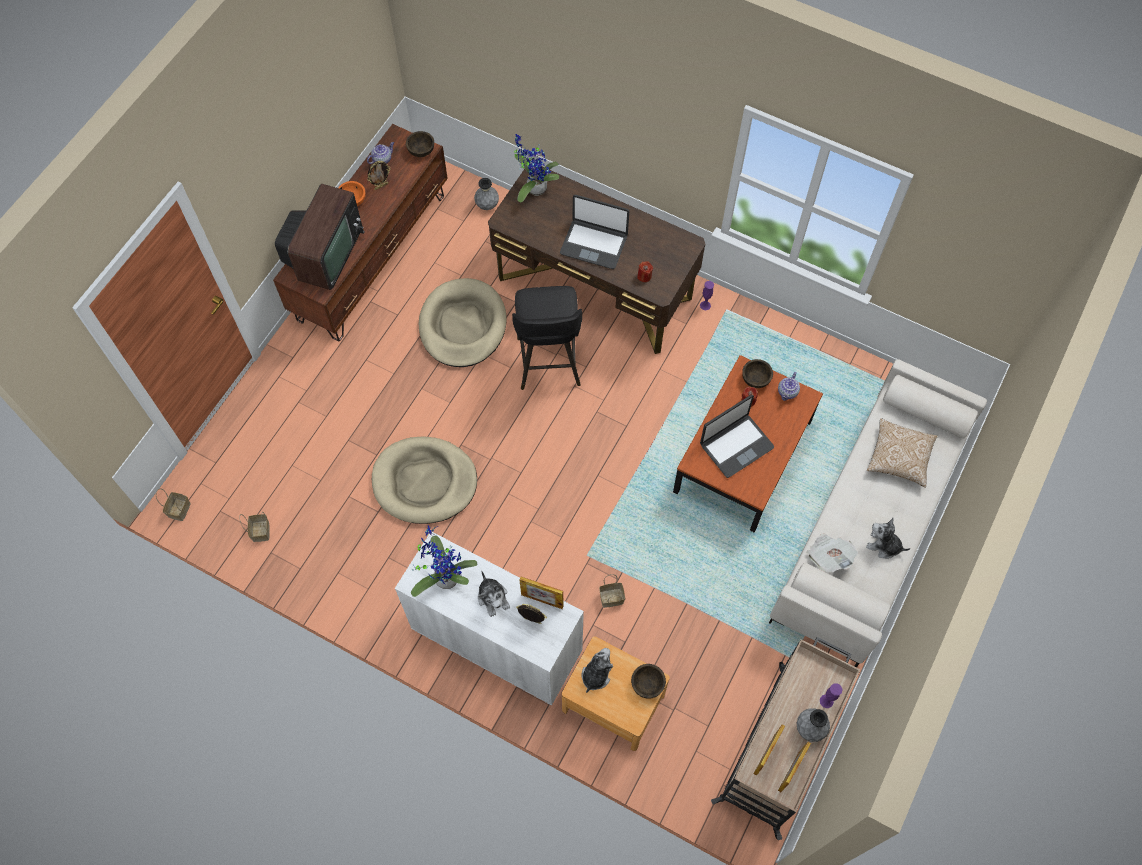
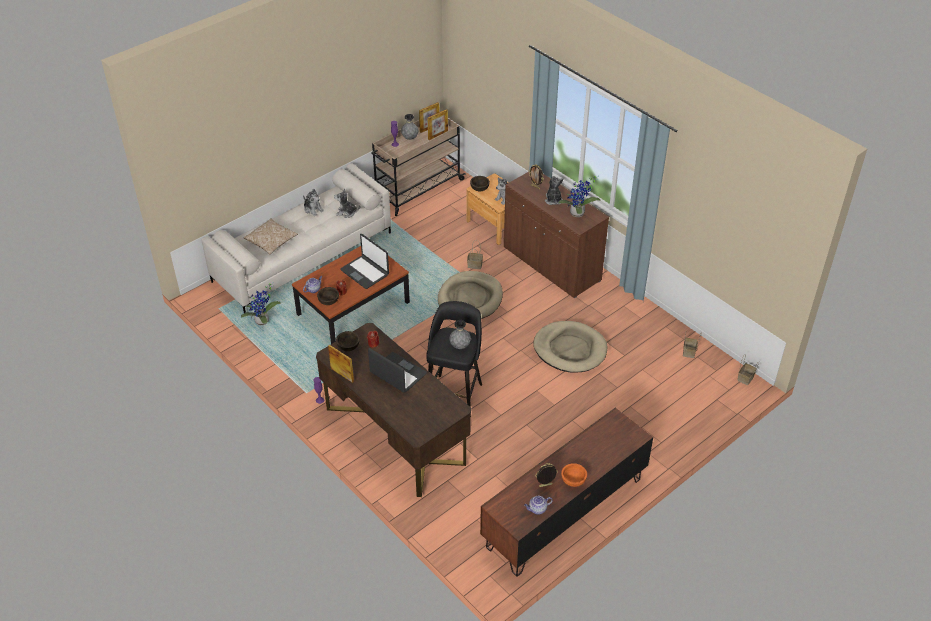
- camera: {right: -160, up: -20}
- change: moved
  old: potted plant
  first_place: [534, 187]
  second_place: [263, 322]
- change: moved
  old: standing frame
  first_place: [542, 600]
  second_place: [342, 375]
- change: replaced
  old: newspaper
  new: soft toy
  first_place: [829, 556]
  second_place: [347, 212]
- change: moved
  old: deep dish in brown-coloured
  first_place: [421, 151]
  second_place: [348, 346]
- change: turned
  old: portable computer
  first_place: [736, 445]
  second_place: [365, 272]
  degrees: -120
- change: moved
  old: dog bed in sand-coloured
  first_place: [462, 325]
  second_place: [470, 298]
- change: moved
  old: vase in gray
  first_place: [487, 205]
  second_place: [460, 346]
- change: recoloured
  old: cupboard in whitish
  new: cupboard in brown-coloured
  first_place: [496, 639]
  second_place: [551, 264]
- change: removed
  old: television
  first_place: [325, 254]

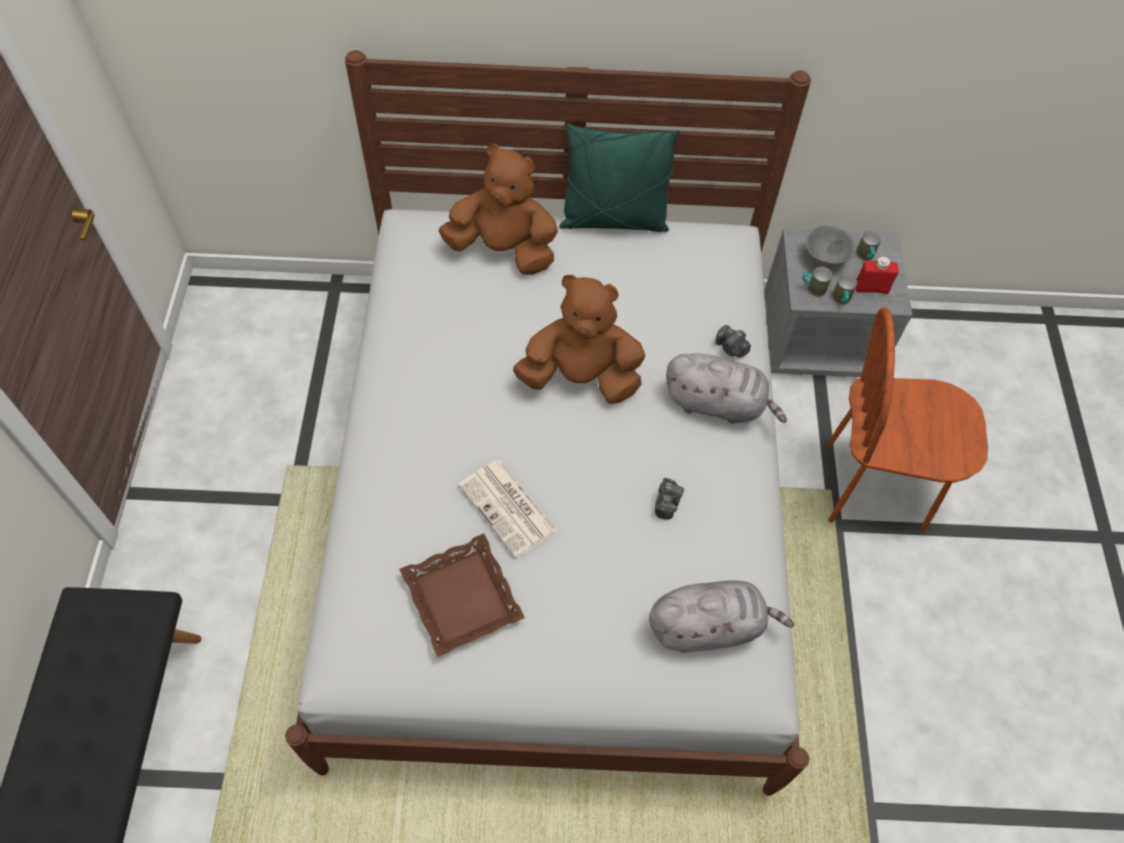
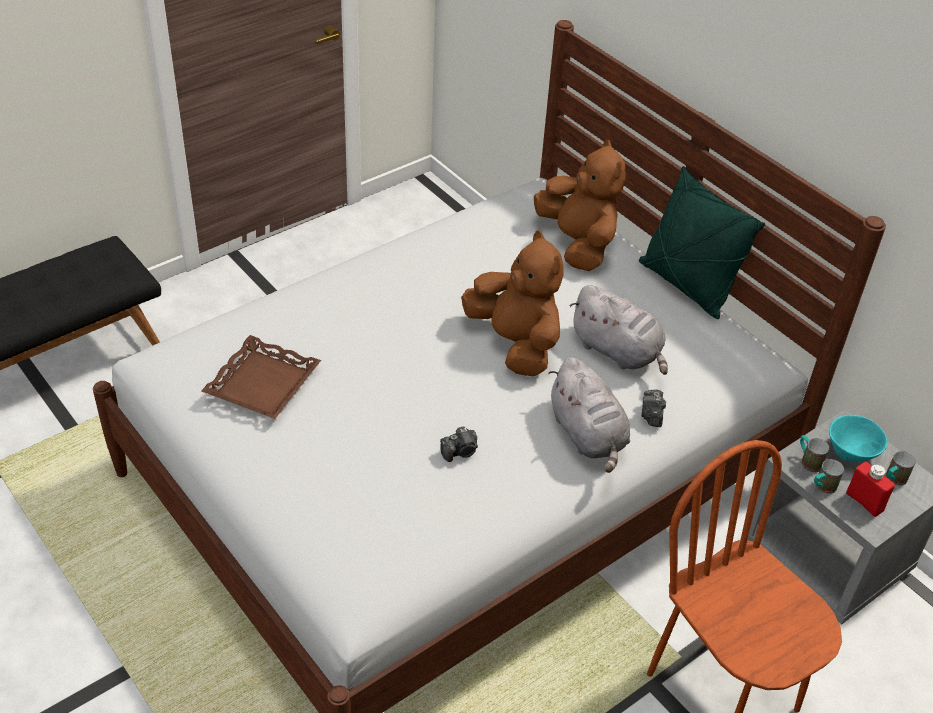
- camera: {right: 50, up: -15}
- change: moved
  old: soft toy in gray
  first_place: [709, 626]
  second_place: [618, 352]
- change: recoloured
  old: deep dish in gray
  new: deep dish in turquoise
  first_place: [826, 260]
  second_place: [852, 454]
- change: removed
  old: newspaper
  first_place: [509, 508]

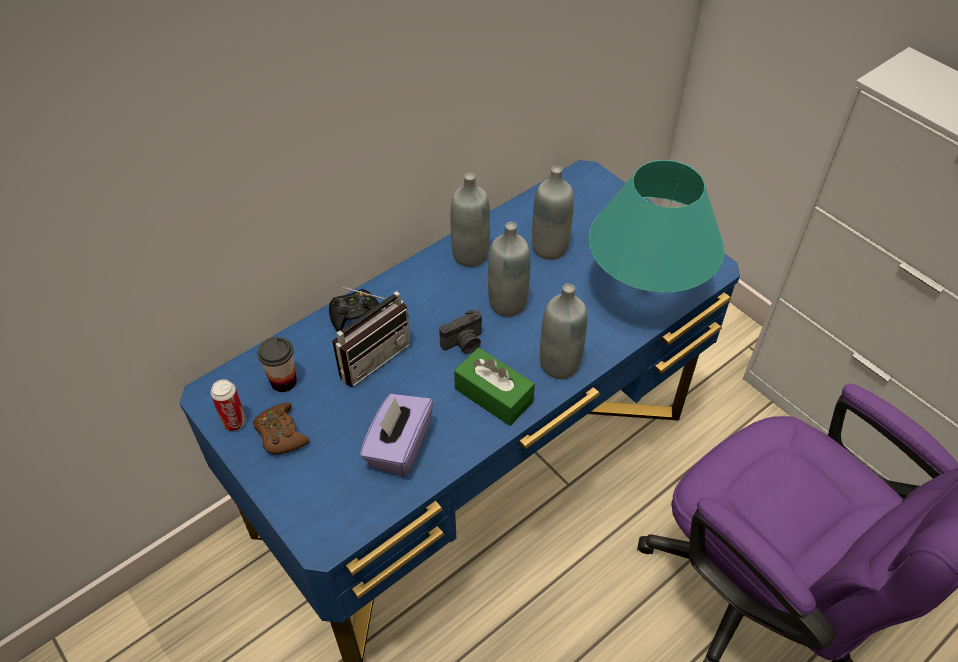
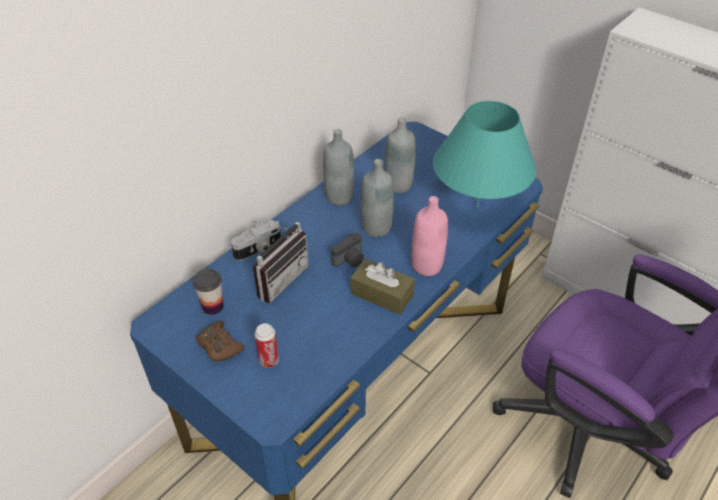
- camera: {right: -10, up: -5}
- change: replaced
  old: game controller in black
  new: still camera
  first_place: [355, 314]
  second_place: [259, 250]
- change: moved
  old: sealed can
  first_place: [234, 422]
  second_place: [269, 360]
- change: recoloured
  old: tissue holder in green
  new: tissue holder in brown-coloured
  first_place: [493, 395]
  second_place: [382, 294]
- change: recoloured
  old: beverage bottle in gray
  new: beverage bottle in pinkish
  first_place: [559, 364]
  second_place: [427, 265]
- change: removed
  old: tissue holder in purplish
  first_place: [399, 447]

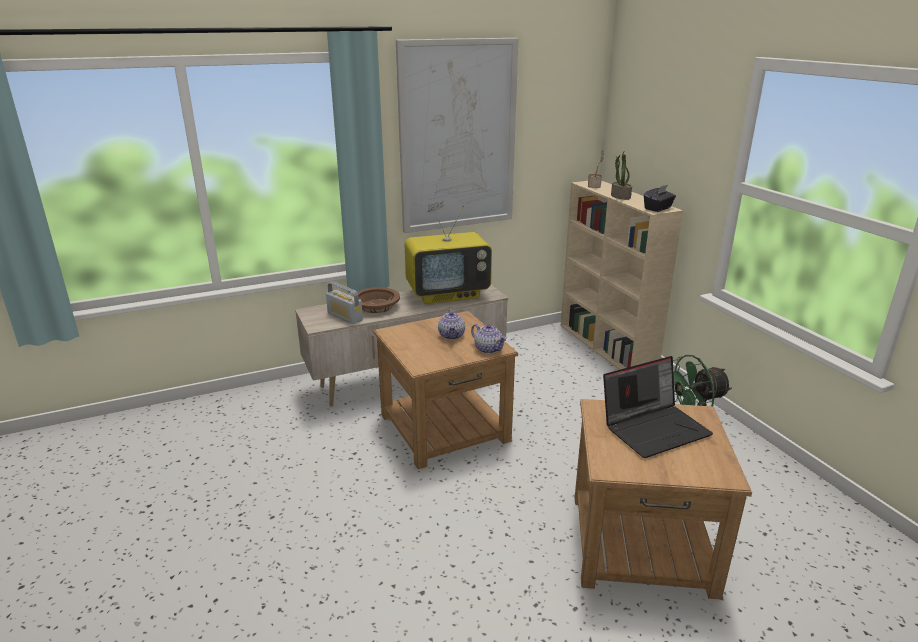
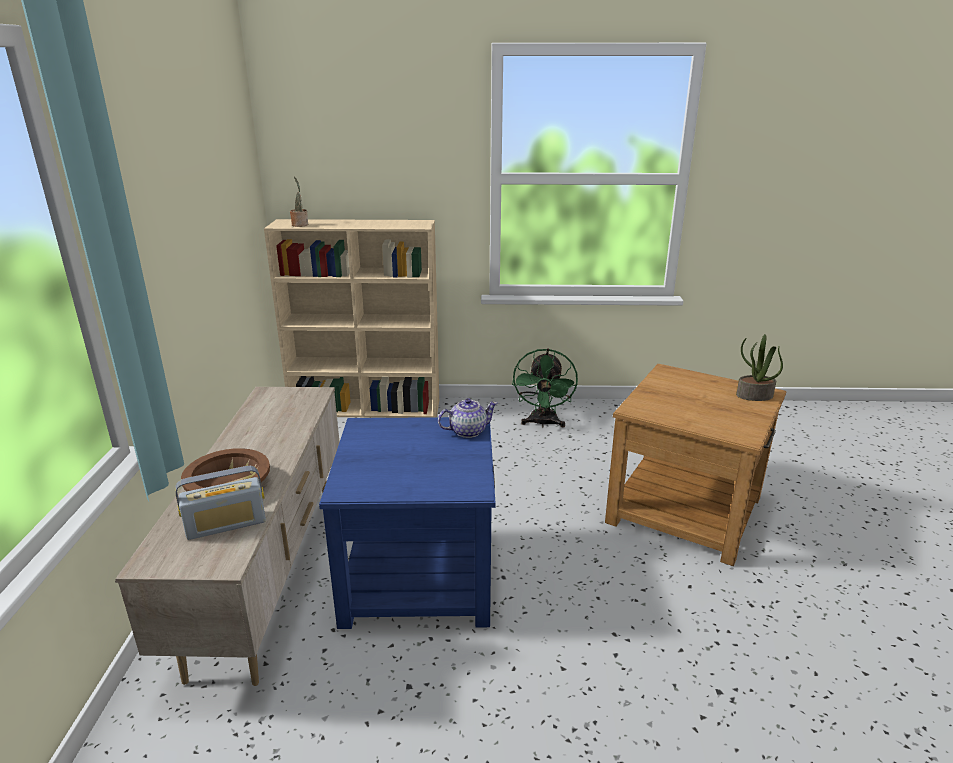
- camera: {right: -65, up: 0}
- change: recoloured
  old: side table in brown-coloured
  new: side table in blue-coloured
  first_place: [444, 428]
  second_place: [419, 575]
- change: moved
  old: potted plant
  first_place: [620, 196]
  second_place: [754, 396]
- change: removed
  old: wall art
  first_place: [457, 137]
- change: removed
  old: television
  first_place: [448, 294]
- change: removed
  old: pot for tea
  first_place: [451, 335]
- change: removed
  old: portable computer
  first_place: [654, 428]
- change: removed
  old: tissue holder in black
  first_place: [658, 208]

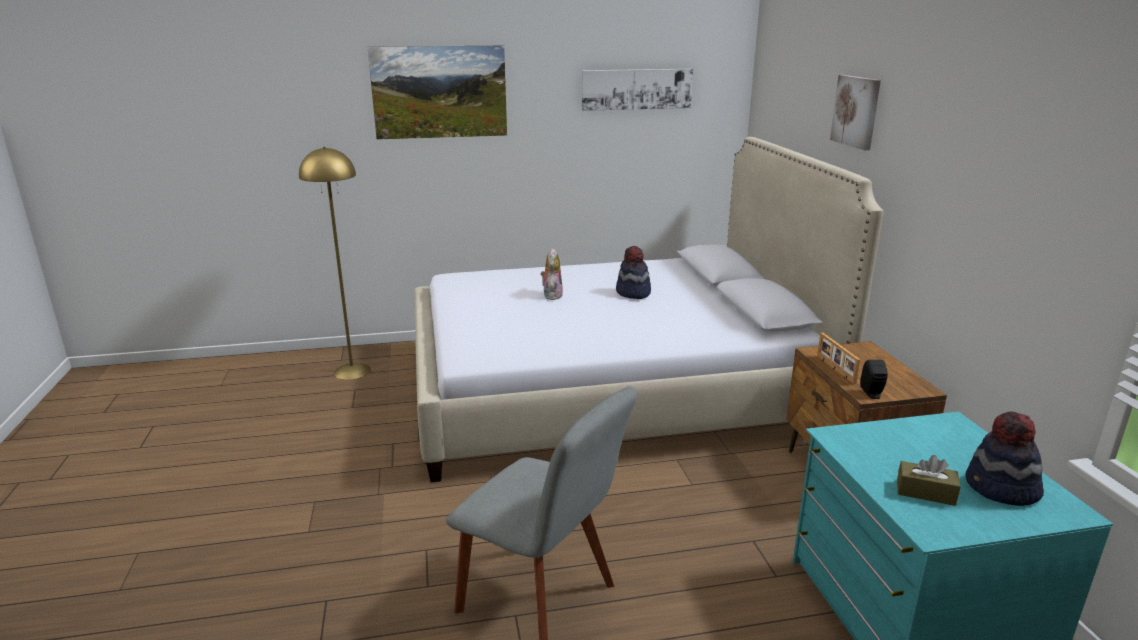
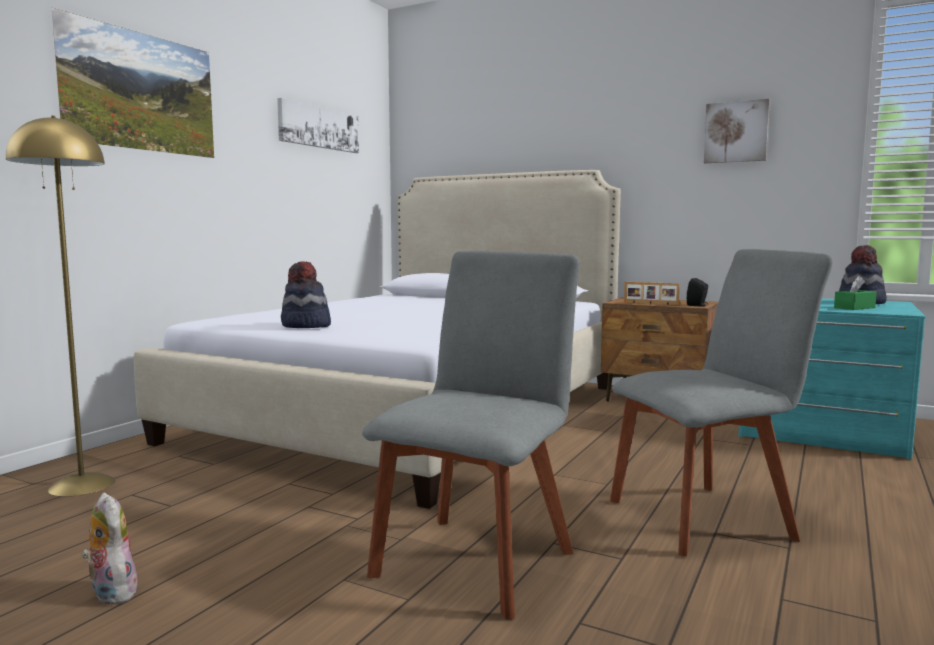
- camera: {right: -50, up: -15}
- change: moved
  old: soft toy
  first_place: [551, 295]
  second_place: [110, 593]
- change: moved
  old: hat
  first_place: [633, 293]
  second_place: [305, 326]
- change: added
  new: upright chair in gray
  second_place: [477, 559]
- change: moved
  old: wall art
  first_place: [856, 111]
  second_place: [736, 132]
- change: recoloured
  old: tissue holder in brown-coloured
  new: tissue holder in green
  first_place: [925, 492]
  second_place: [854, 308]

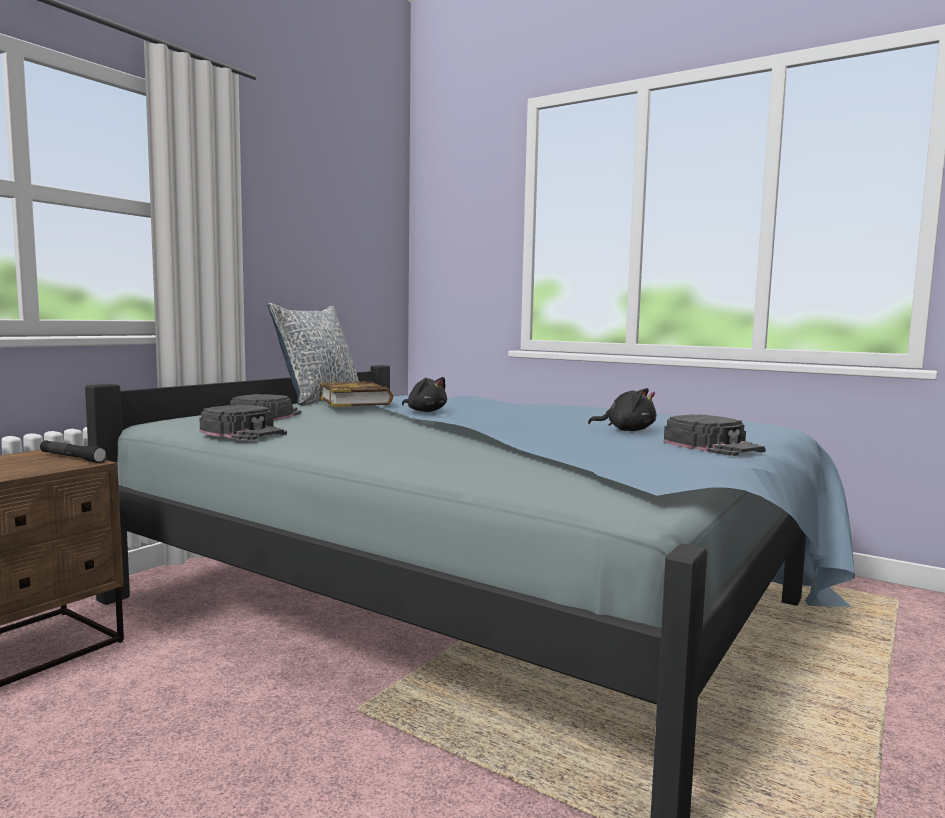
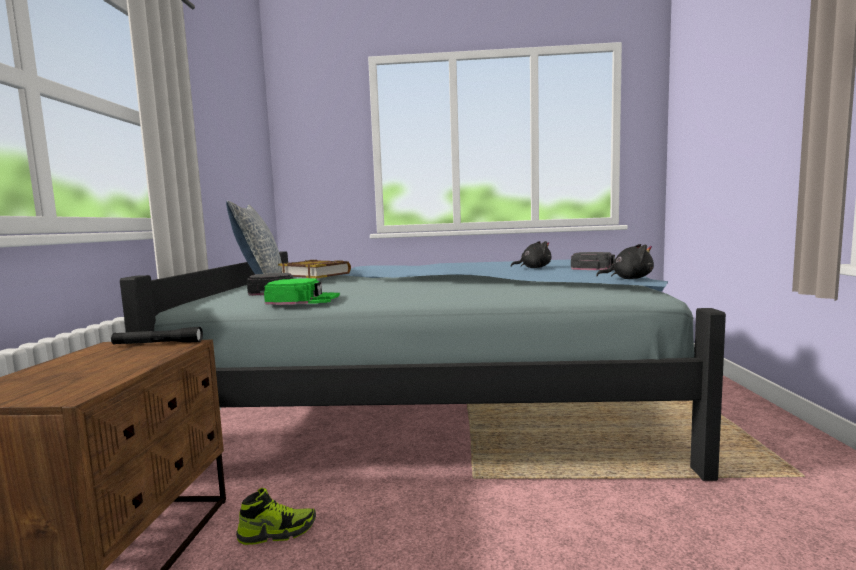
- camera: {right: -30, up: 0}
- change: added
  new: item of footwear
  second_place: [277, 532]
- change: recoloured
  old: peaked cap in black
  new: peaked cap in green
  first_place: [244, 432]
  second_place: [303, 300]
- change: moved
  old: soft toy in black
  first_place: [425, 411]
  second_place: [628, 278]

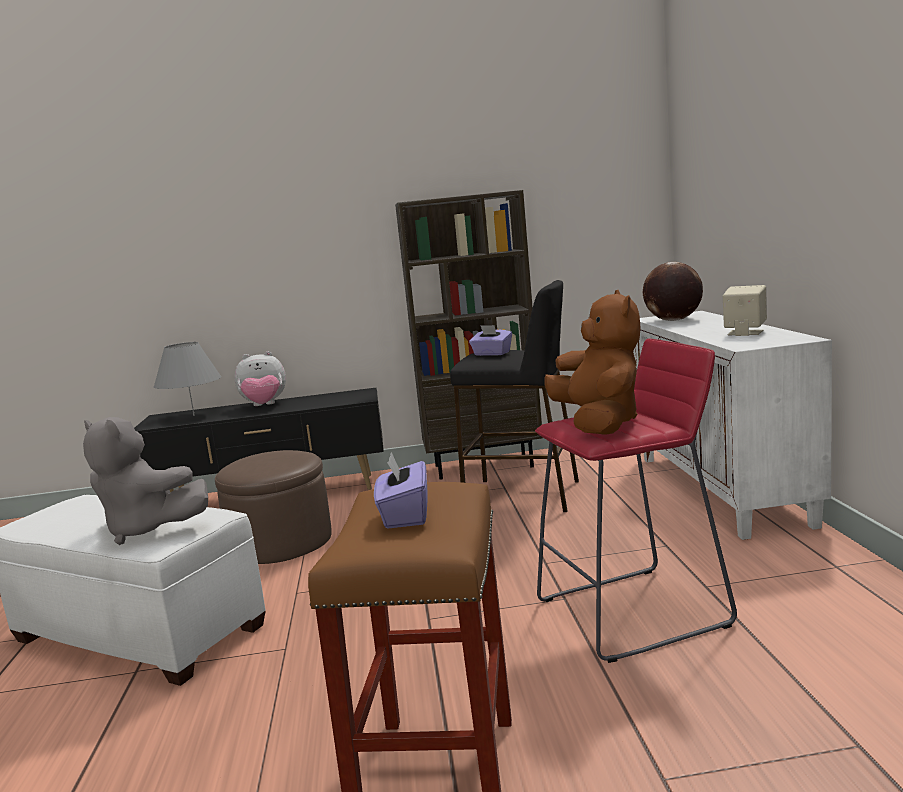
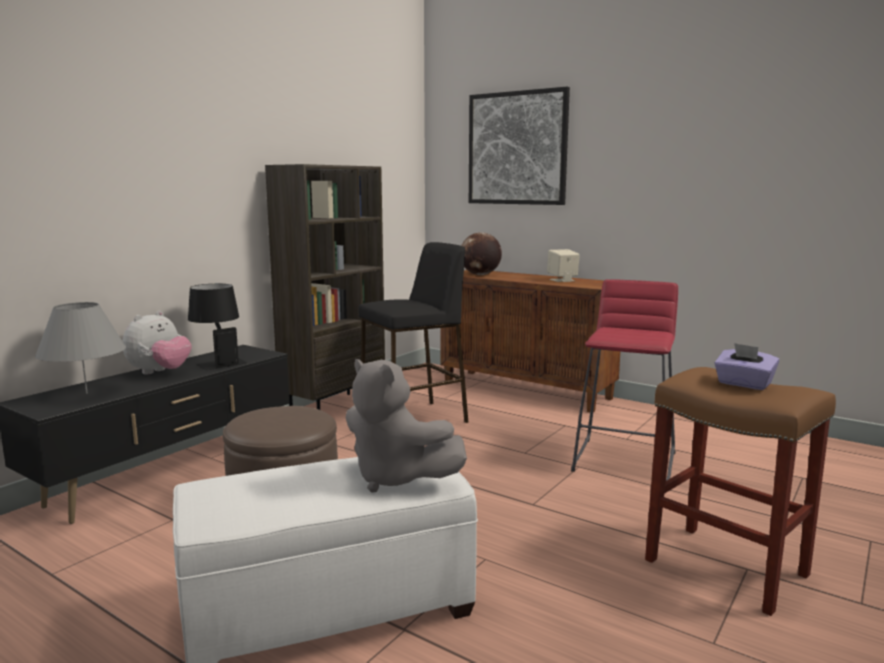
- camera: {right: -50, up: 0}
- change: added
  new: lamp for a table in black
  second_place: [218, 361]
- change: turned
  old: soft toy in gray
  first_place: [148, 530]
  second_place: [396, 478]
  degrees: 60
- change: recoloured
  old: cupboard in whitish
  new: cupboard in brown-coloured
  first_place: [722, 489]
  second_place: [527, 390]
- change: added
  new: wall art
  second_place: [517, 148]
- change: removed
  old: tissue holder in purplish
  first_place: [491, 354]
- change: removed
  old: soft toy in brown-coloured
  first_place: [599, 423]

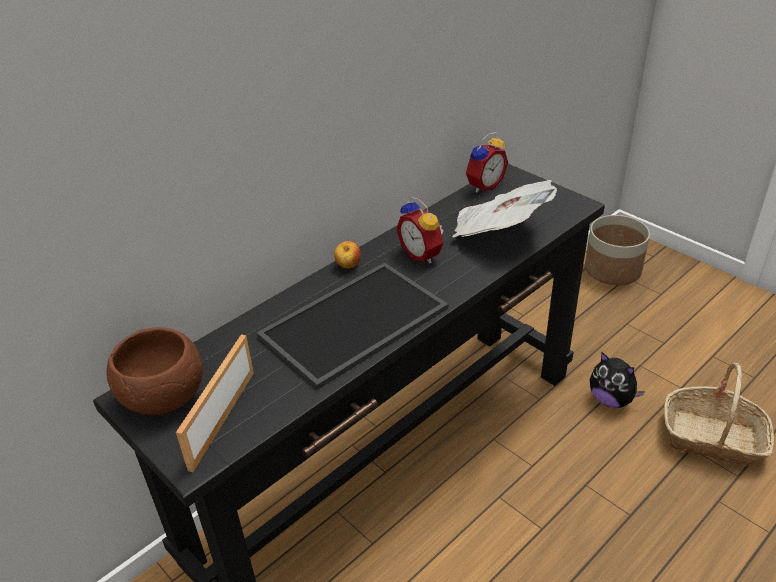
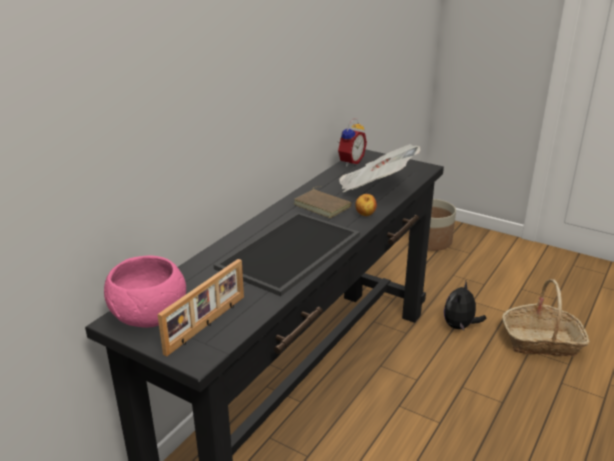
- camera: {right: -15, up: -10}
- change: recoloured
  old: deep dish in brown-coloured
  new: deep dish in pinkish
  first_place: [163, 395]
  second_place: [149, 315]
- change: turned
  old: standing frame
  first_place: [220, 418]
  second_place: [207, 324]
  degrees: -150
- change: replaced
  old: alarm clock
  new: volume in brown-coloured
  first_place: [422, 254]
  second_place: [323, 205]
- change: moved
  old: apple fruit
  first_place: [348, 266]
  second_place: [365, 215]
- change: turned
  old: soft toy
  first_place: [611, 399]
  second_place: [460, 326]
  degrees: 90

